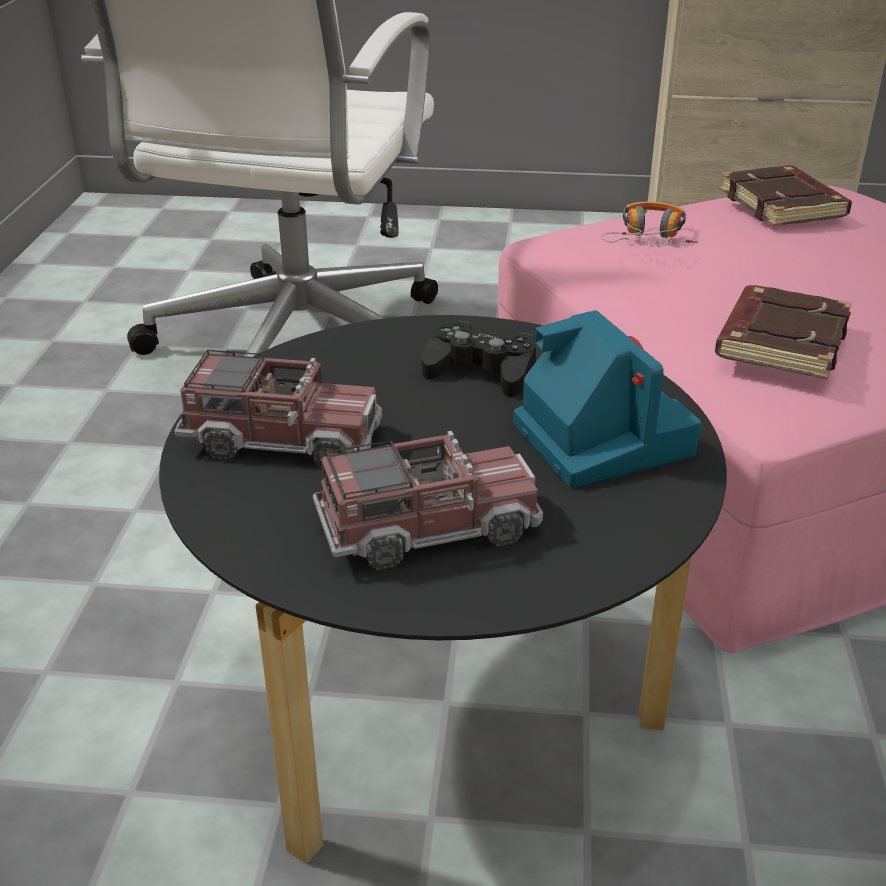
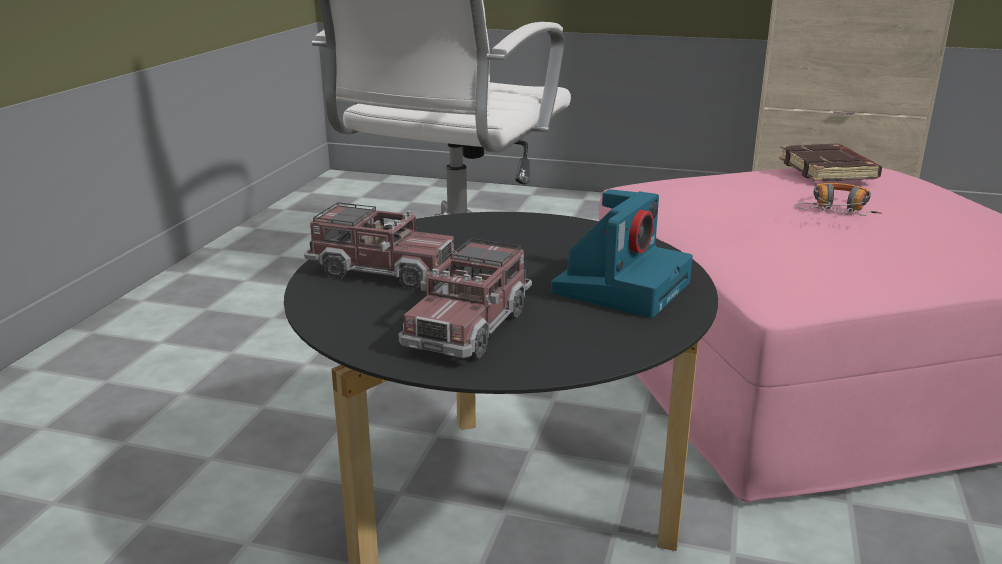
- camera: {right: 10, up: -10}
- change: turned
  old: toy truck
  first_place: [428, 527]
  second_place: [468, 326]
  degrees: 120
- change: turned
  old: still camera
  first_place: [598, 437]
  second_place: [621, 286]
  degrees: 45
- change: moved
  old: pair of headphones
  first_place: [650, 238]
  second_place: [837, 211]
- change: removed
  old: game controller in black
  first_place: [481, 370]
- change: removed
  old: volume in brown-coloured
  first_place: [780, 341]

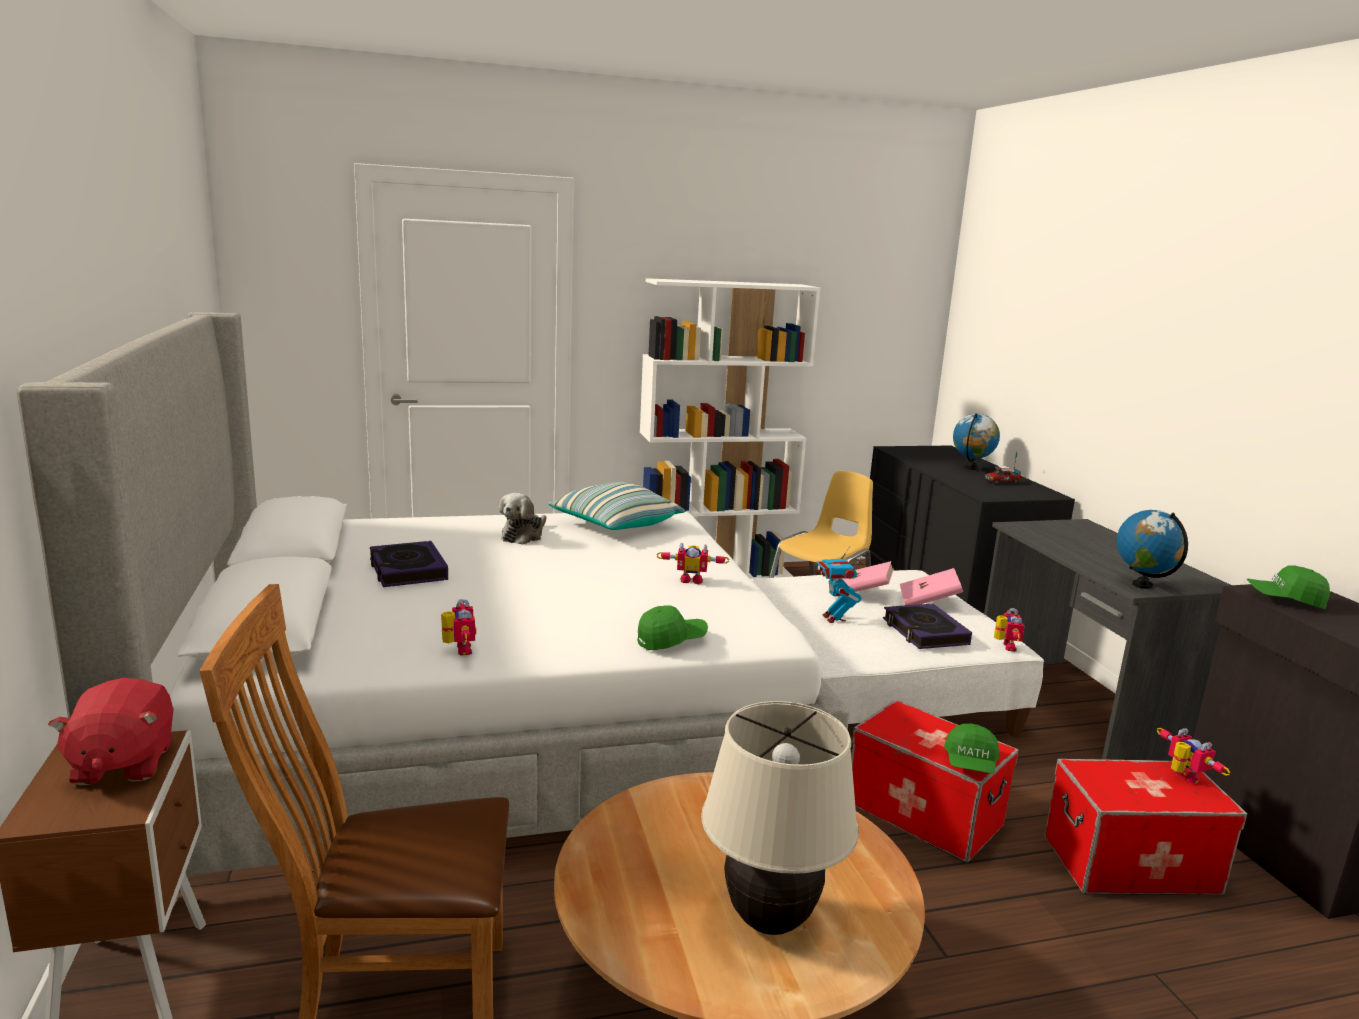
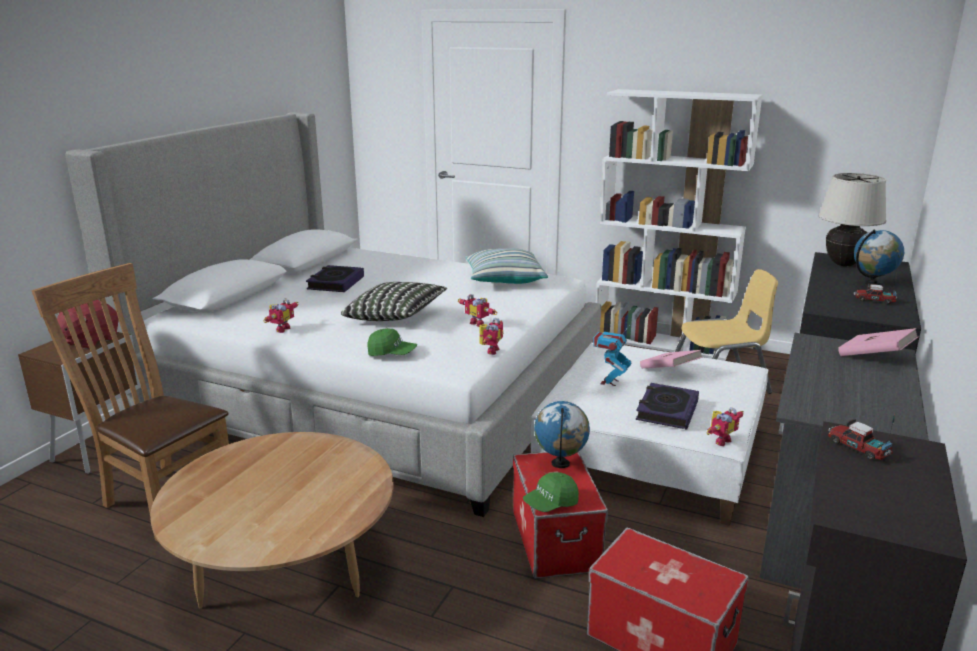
- camera: {right: 40, up: 5}
- change: added
  new: pillow
  second_place: [395, 317]
- change: moved
  old: model robot
  first_place: [1182, 777]
  second_place: [489, 350]
- change: moved
  old: globe
  first_place: [1142, 585]
  second_place: [560, 464]
- change: moved
  old: lamp for a table in sand-coloured
  first_place: [769, 921]
  second_place: [843, 264]
- change: replaced
  old: peaked cap in green
  new: toy truck
  first_place: [1285, 600]
  second_place: [857, 448]
- change: moved
  old: volume in pinkish
  first_place: [928, 602]
  second_place: [874, 357]
- change: removed
  old: soft toy
  first_place: [524, 535]

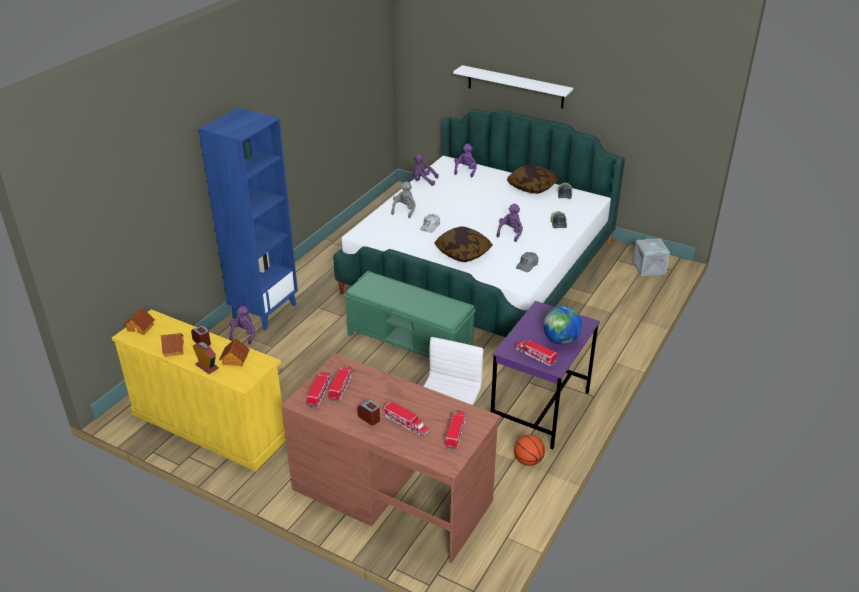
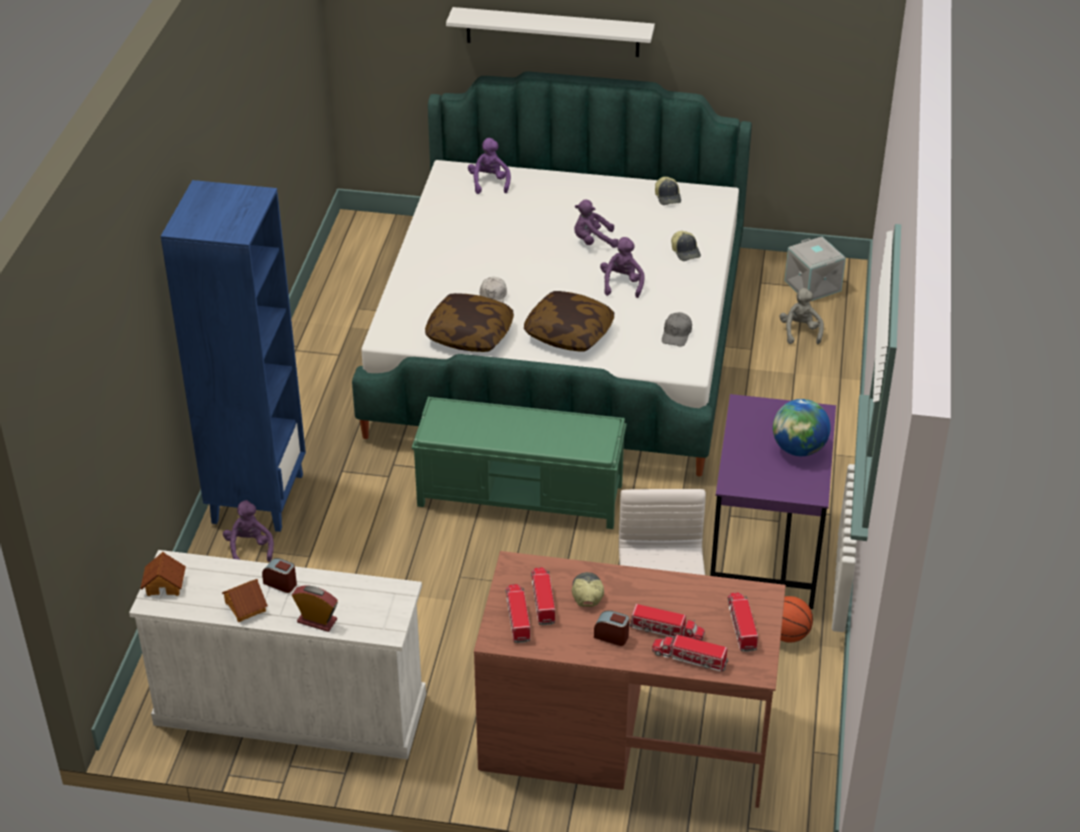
- camera: {right: -20, up: 5}
- change: recoloured
  old: dresser in yellow-coloured
  new: dresser in whitish
  first_place: [208, 425]
  second_place: [289, 709]
- change: moved
  old: pillow
  first_place: [532, 186]
  second_place: [470, 335]
- change: added
  new: peaked cap
  second_place: [586, 593]
- change: moved
  old: soft toy in purplish
  first_place: [423, 181]
  second_place: [593, 241]
- change: moved
  old: toy truck
  first_place: [535, 356]
  second_place: [689, 658]
- change: moved
  old: soft toy in gray
  first_place: [404, 210]
  second_place: [800, 332]
- change: removed
  old: toy house
  first_place: [234, 360]

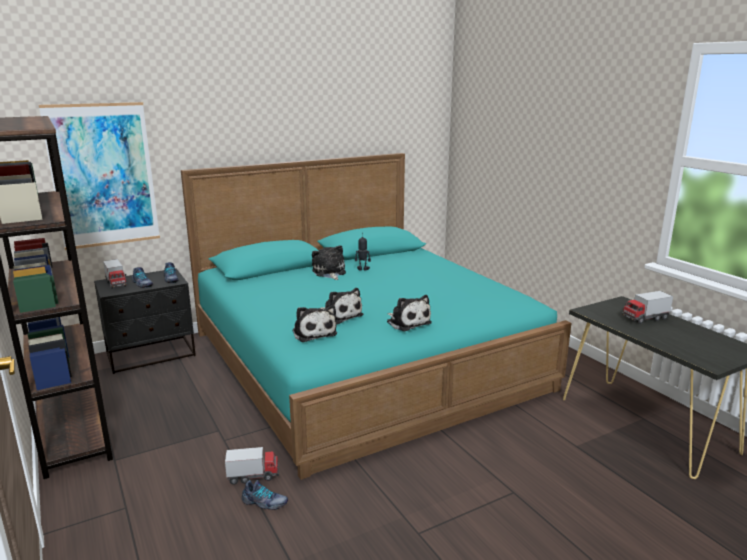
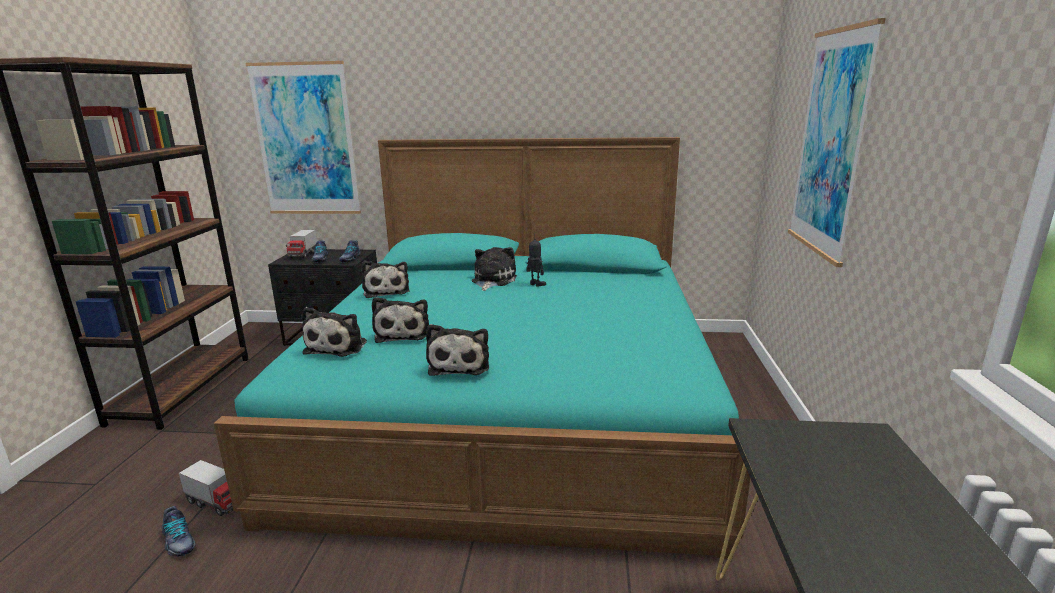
- camera: {right: 35, up: 0}
- change: added
  new: soft toy
  second_place: [386, 291]
- change: added
  new: wall art
  second_place: [830, 144]
- change: removed
  old: toy truck
  first_place: [645, 318]

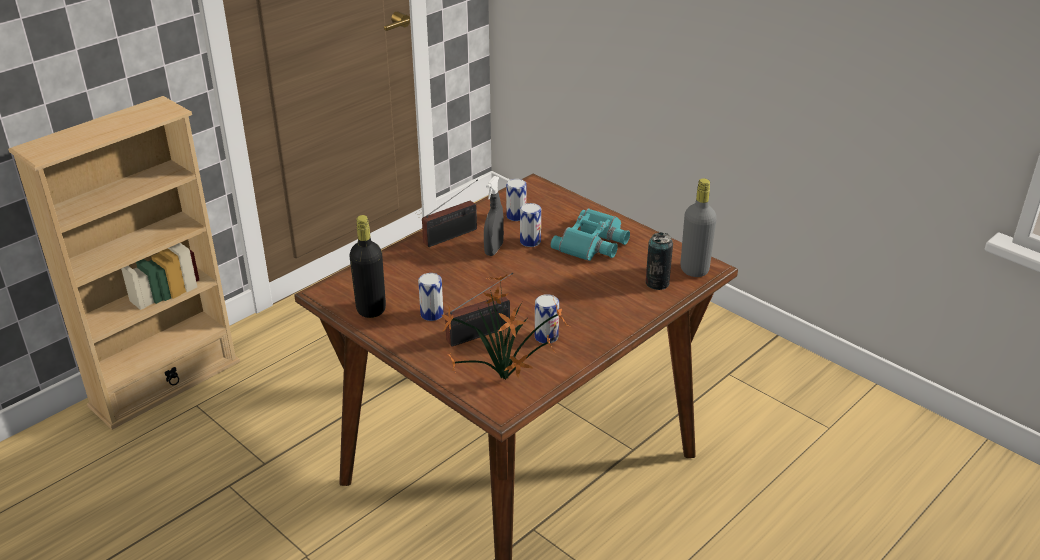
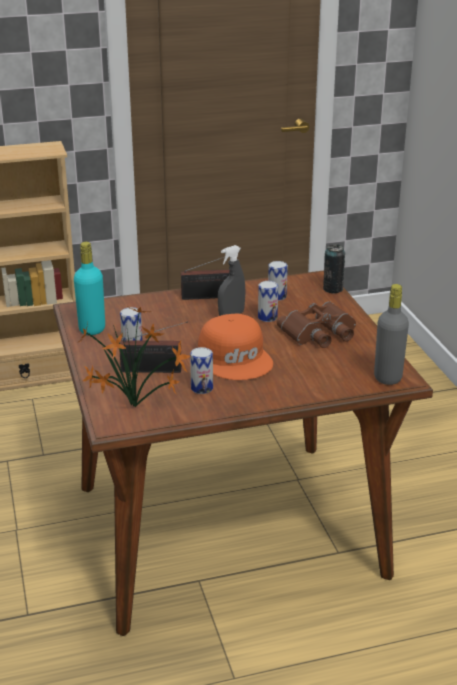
- camera: {right: 30, up: -5}
- change: recoloured
  old: beverage bottle in black
  new: beverage bottle in turquoise
  first_place: [371, 309]
  second_place: [92, 329]
- change: added
  new: peaked cap in orange
  second_place: [236, 357]
- change: recoloured
  old: field glasses in turquoise
  new: field glasses in brown-coloured
  first_place: [593, 243]
  second_place: [320, 333]
- change: moved
  old: sealed can
  first_place: [657, 283]
  second_place: [332, 289]

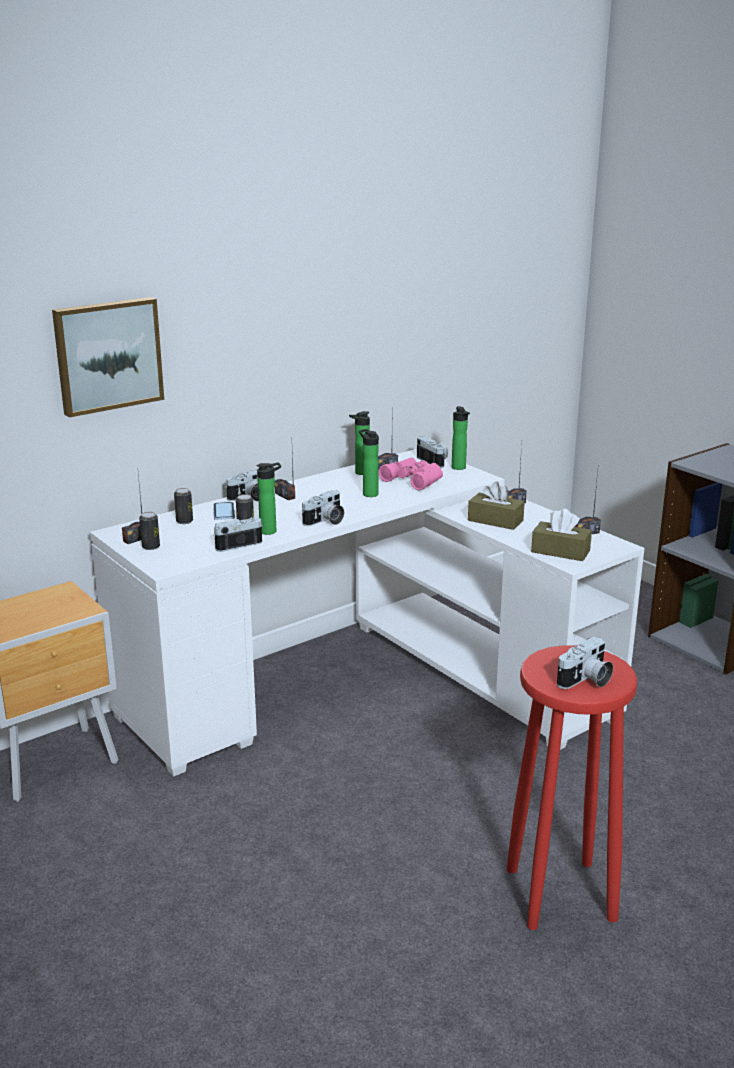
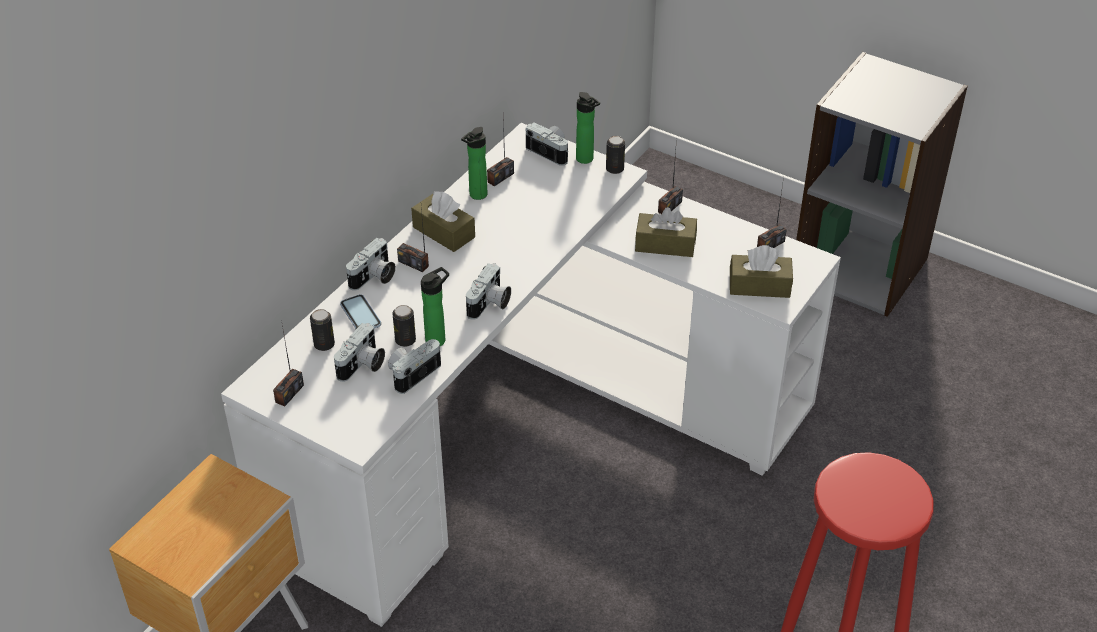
- camera: {right: -20, up: 20}
- change: moved
  old: still camera
  first_place: [586, 680]
  second_place: [362, 366]
- change: added
  new: tissue holder in brown-coloured
  second_place: [444, 232]
- change: moved
  old: sealed can
  first_place: [151, 547]
  second_place: [614, 169]
- change: removed
  old: wall art
  first_place: [107, 355]
- change: removed
  old: beverage bottle
  first_place: [369, 494]
- change: removed
  old: field glasses in pinkish
  first_place: [415, 479]

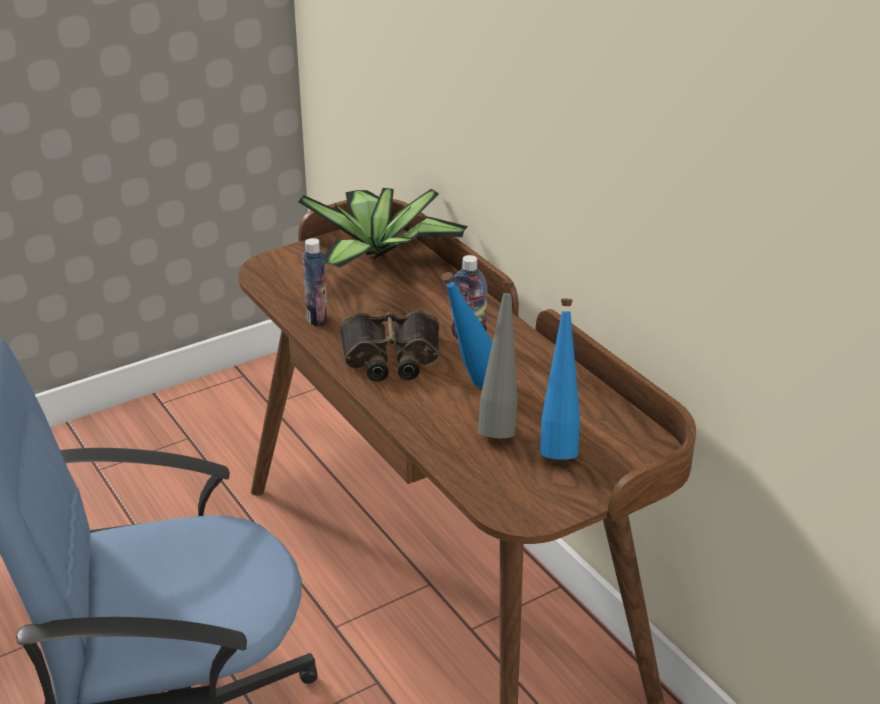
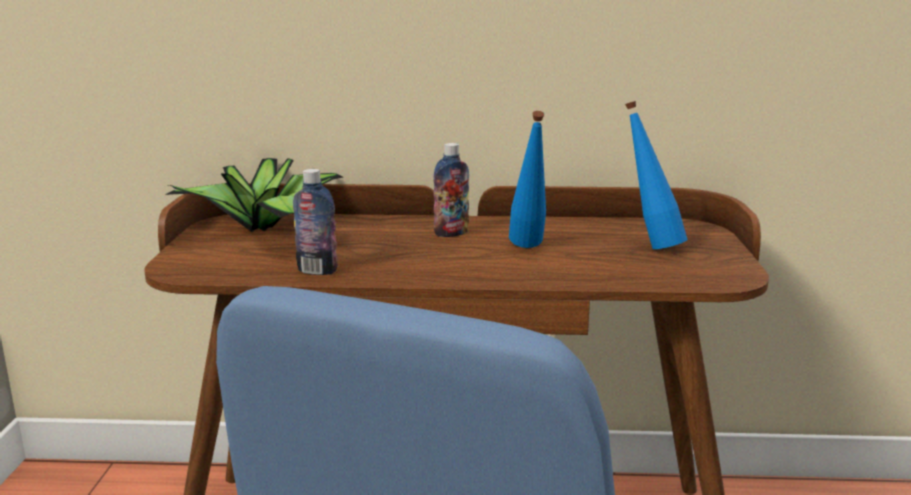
- camera: {right: -55, up: -15}
- change: removed
  old: field glasses
  first_place: [390, 357]
- change: removed
  old: beverage bottle in gray
  first_place: [499, 425]

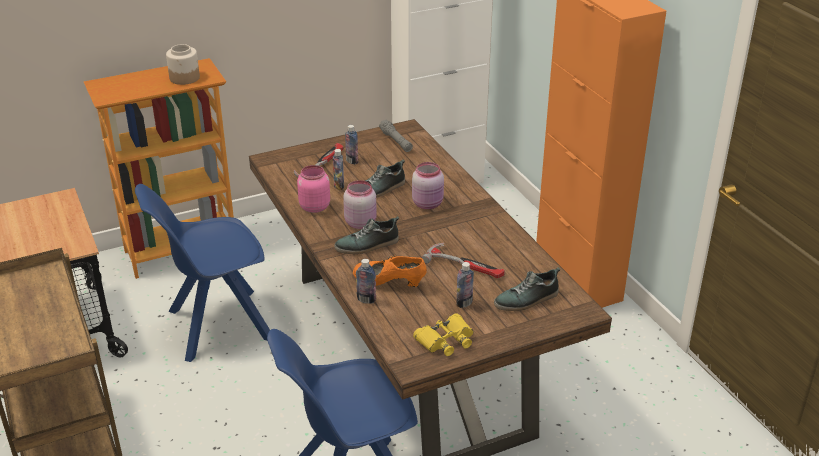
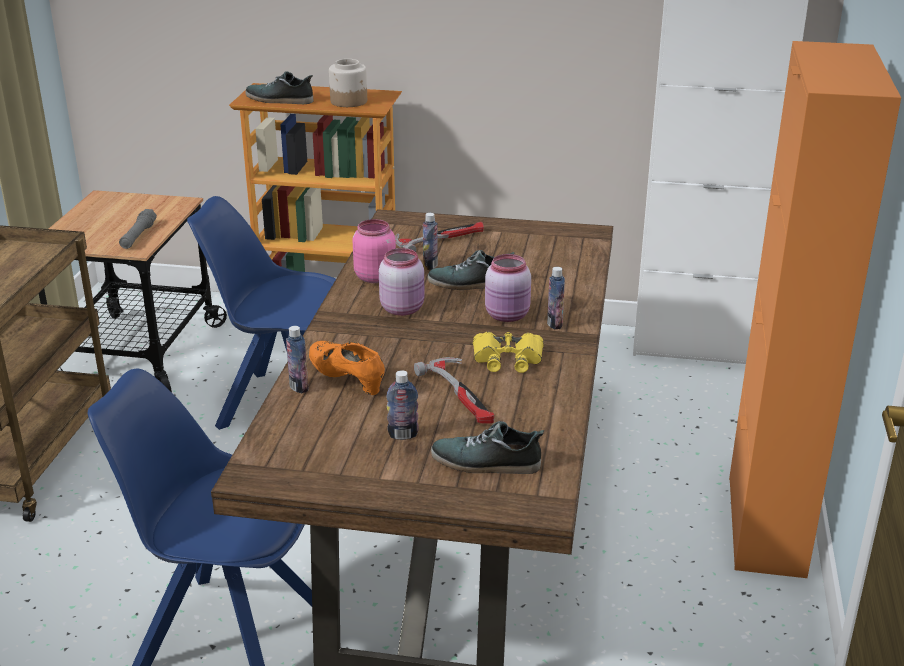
- camera: {right: 35, up: -5}
- change: moved
  old: torch in gray
  first_place: [396, 141]
  second_place: [138, 236]
- change: moved
  old: item of footwear
  first_place: [367, 245]
  second_place: [279, 99]
- change: moved
  old: field glasses in yellow-coloured
  first_place: [445, 340]
  second_place: [507, 358]
- change: moved
  old: beverage bottle
  first_place: [352, 161]
  second_place: [554, 324]

